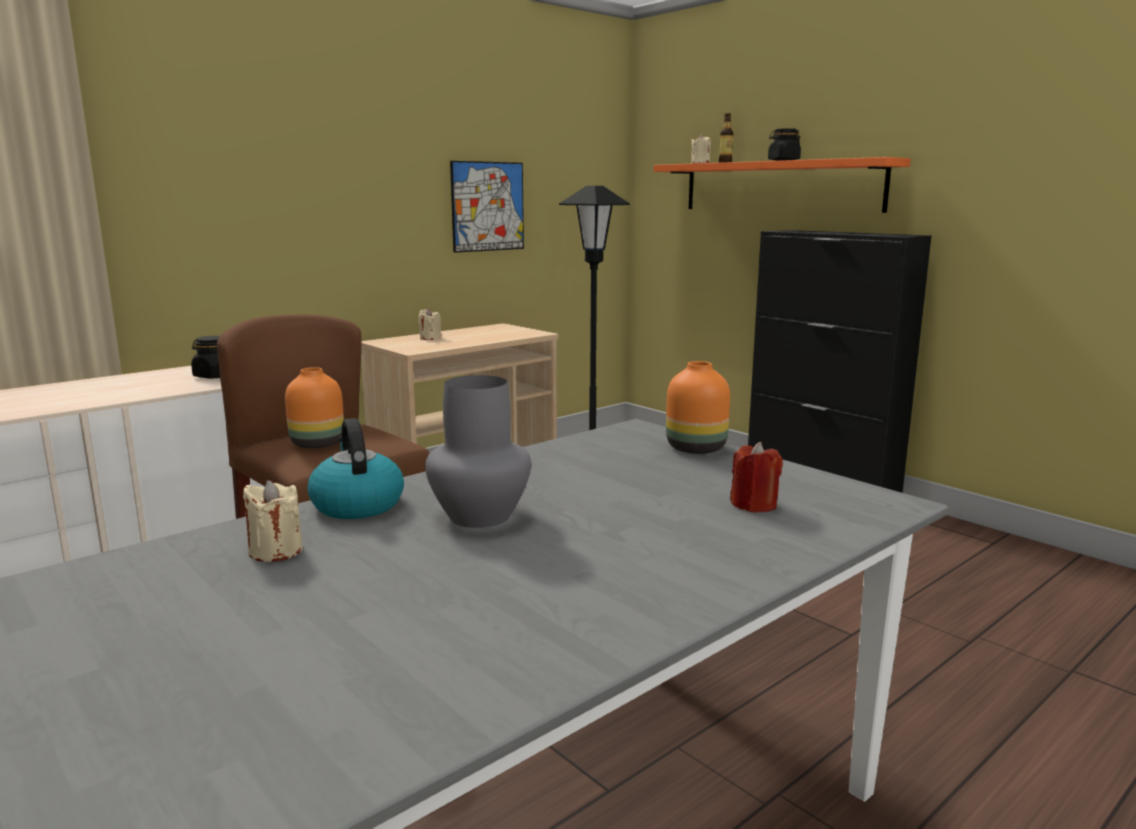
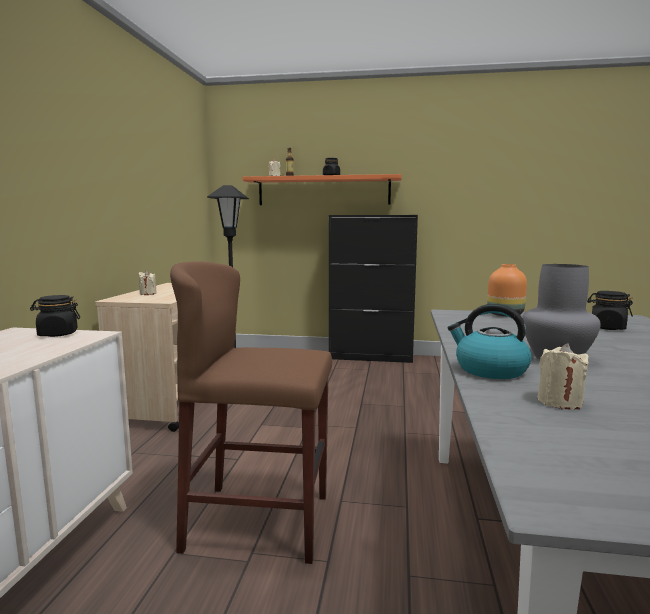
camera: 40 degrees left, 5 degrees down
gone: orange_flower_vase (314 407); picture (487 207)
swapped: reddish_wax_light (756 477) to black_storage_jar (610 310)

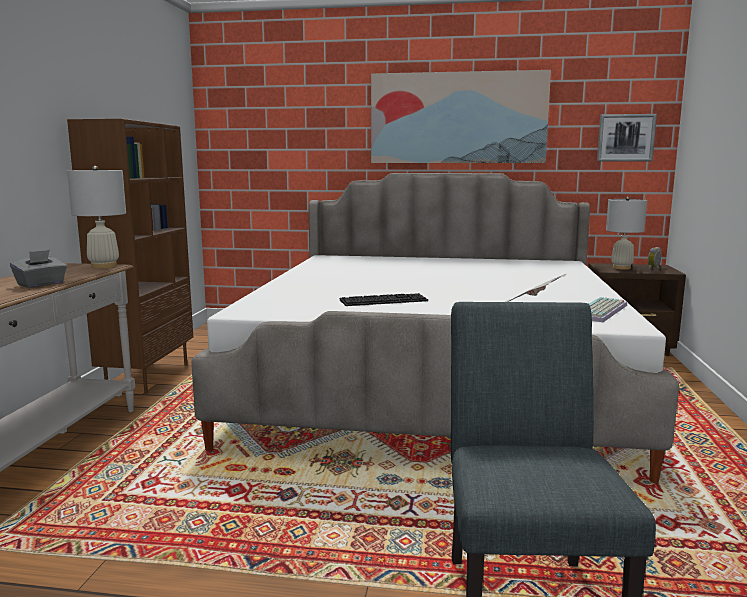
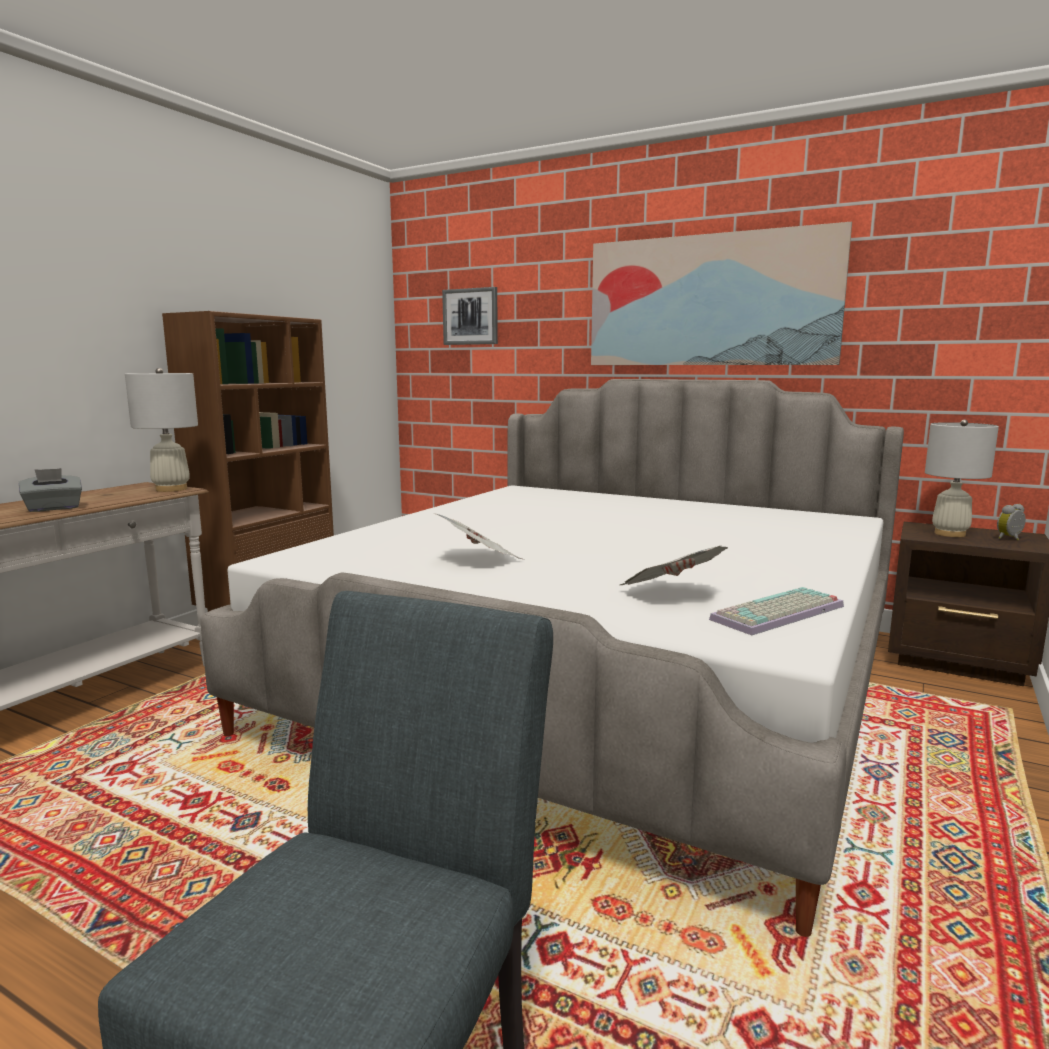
camera: 20 degrees right, 0 degrees up
shifted: picture (627 138) to (470 316)
swapped: keyboard (384 299) to newspaper (478 536)

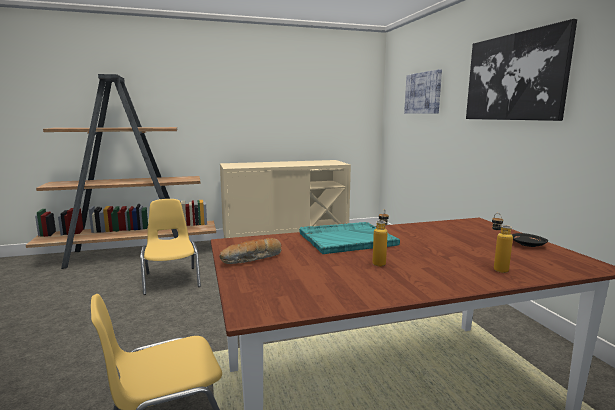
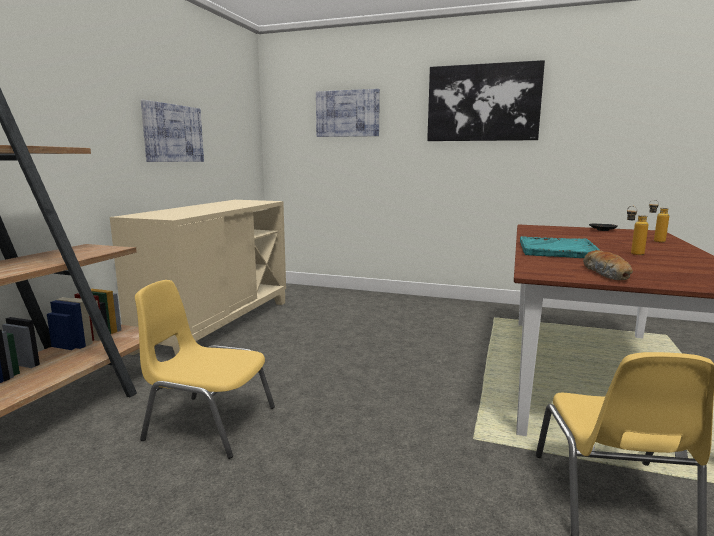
camera: 55 degrees left, 0 degrees up
new: picture (172 131)

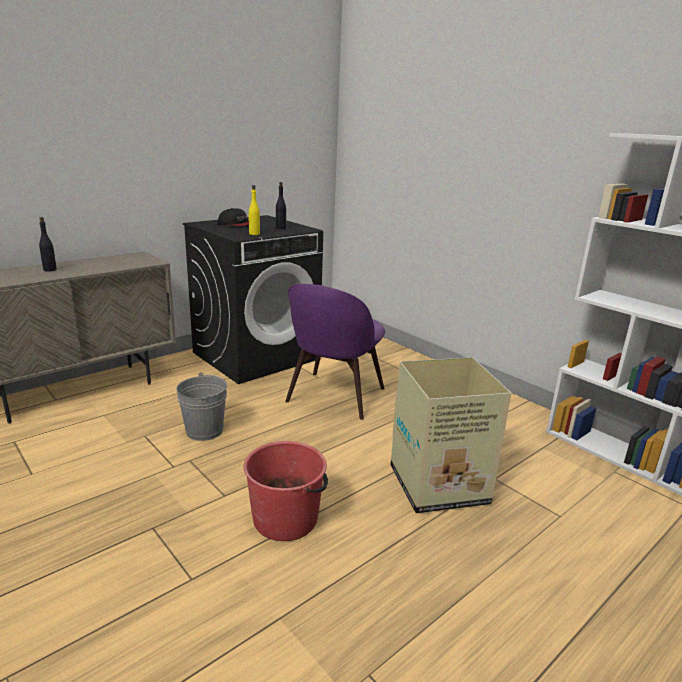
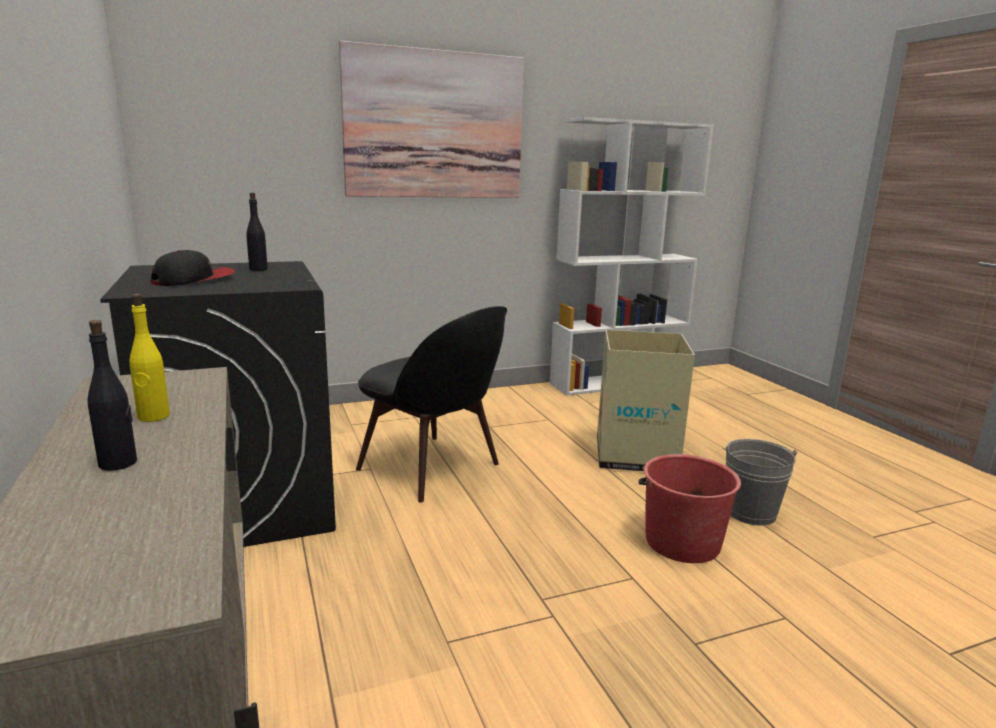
camera: 70 degrees left, 5 degrees down
new: picture (431 119)
shifted: yellow-coloured_drink_bottle (254 210) to (149 358); greyish_water_bucket (201 406) to (760 482)
repainted: purple-coloured_upright_chair (335 352) to black_upright_chair (431 404)

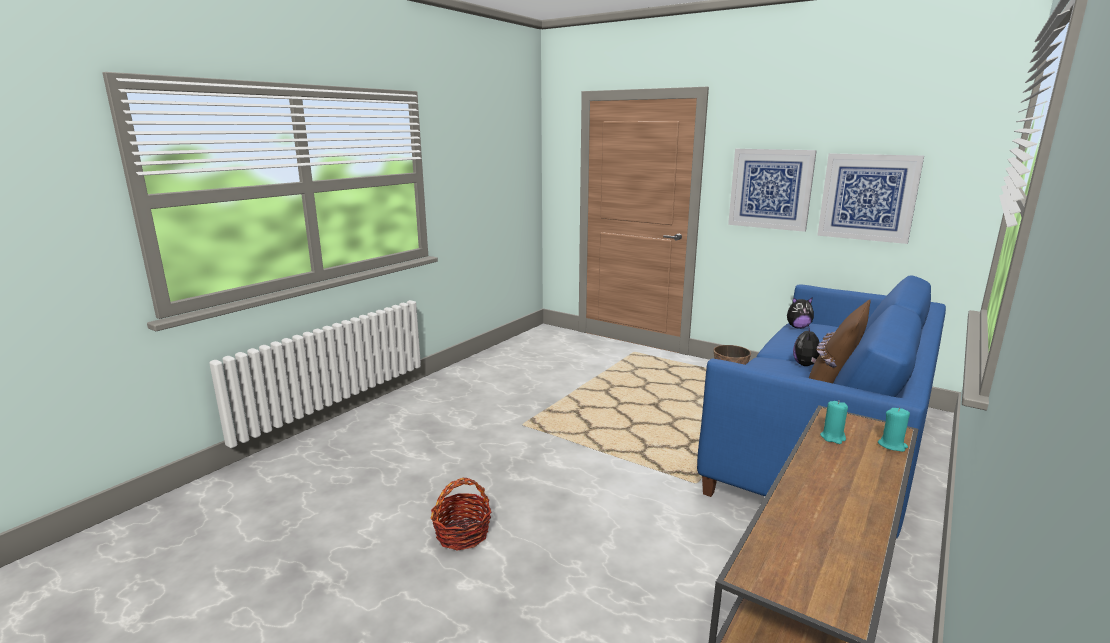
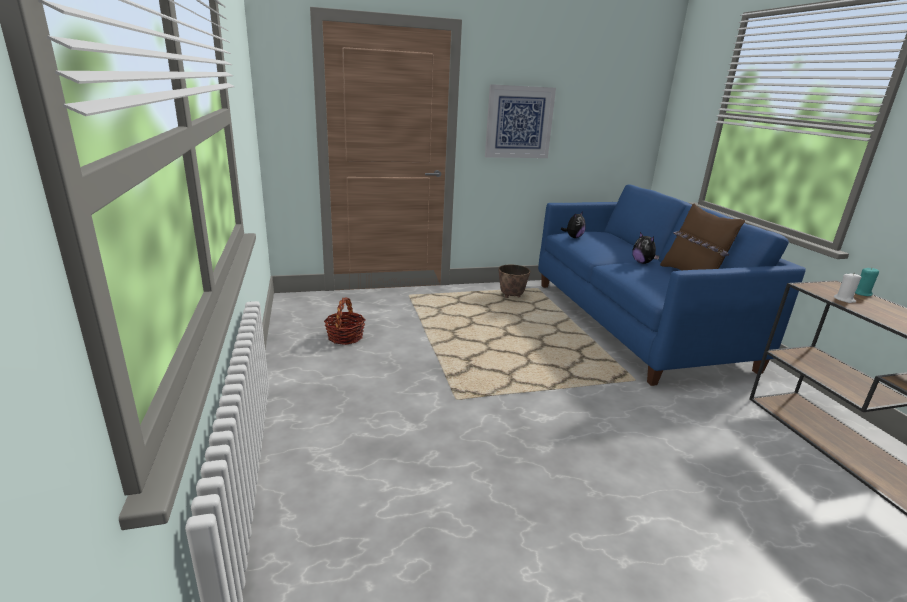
camera: 50 degrees left, 5 degrees up
gone: picture (870 198)
shifted: storage_basket (461 514) to (344 321)
repainted: turquoise-coloured_wax_light (834 422) to white_wax_light (847 288)

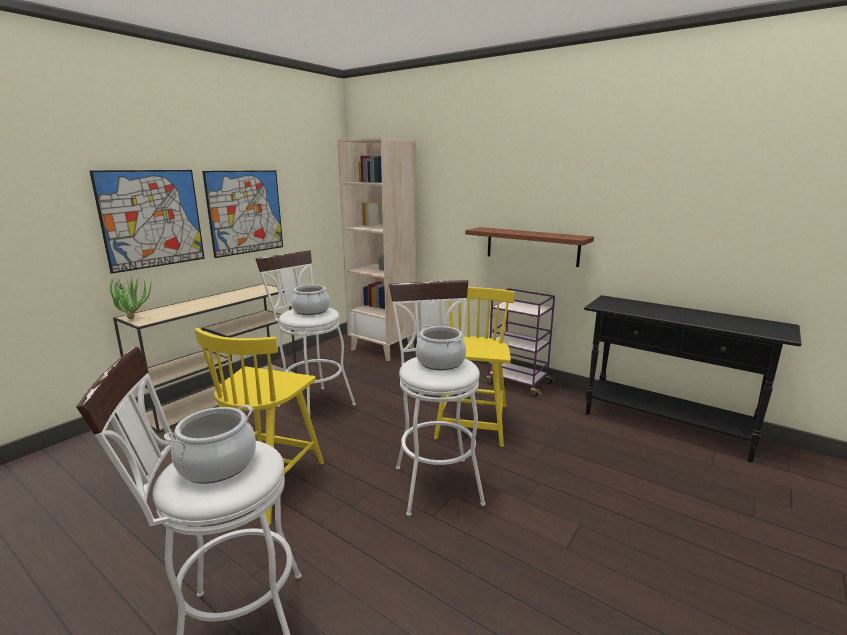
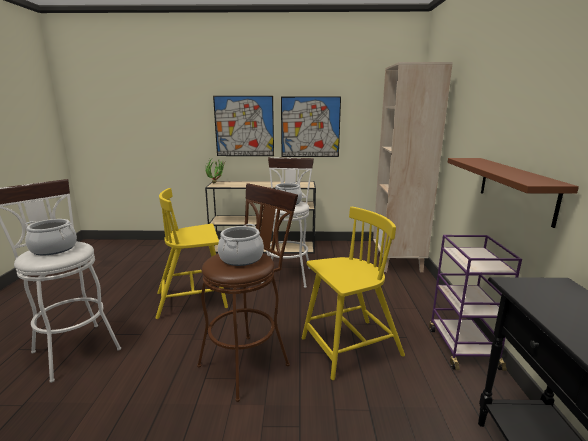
camera: 55 degrees right, 0 degrees up
repainted: white_stool_seat (437 398) to brownish_stool_seat (247 292)

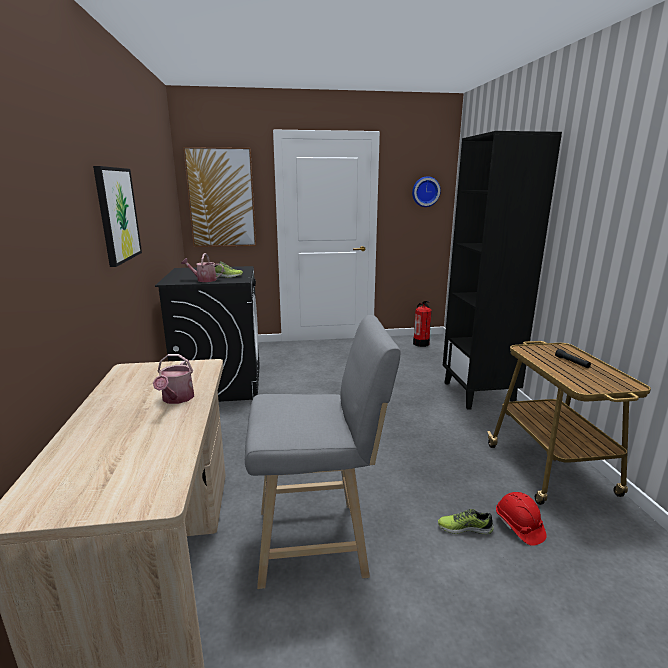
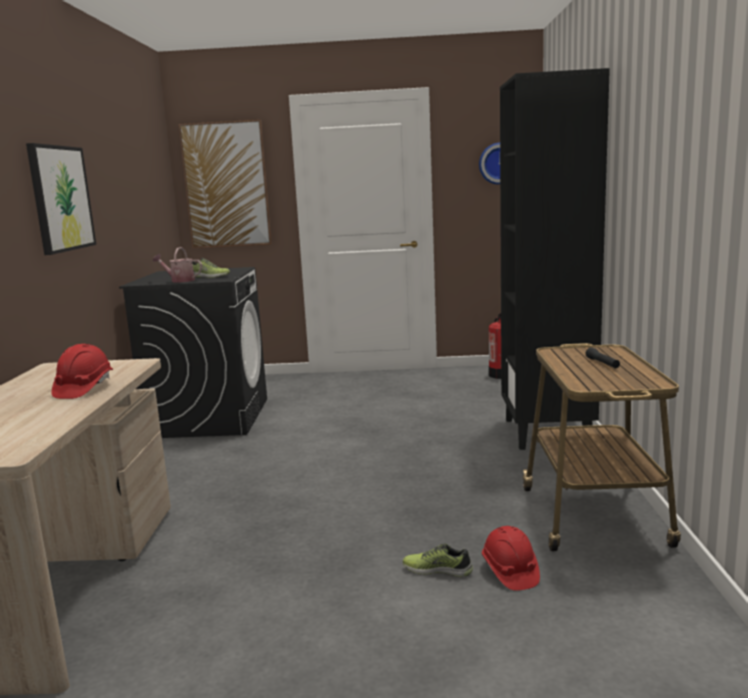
camera: 10 degrees right, 5 degrees down
gone: greyish_stool_seat (322 452)
swapped: sprinkling_can (173 379) to reddish_safety_helmet (82 371)

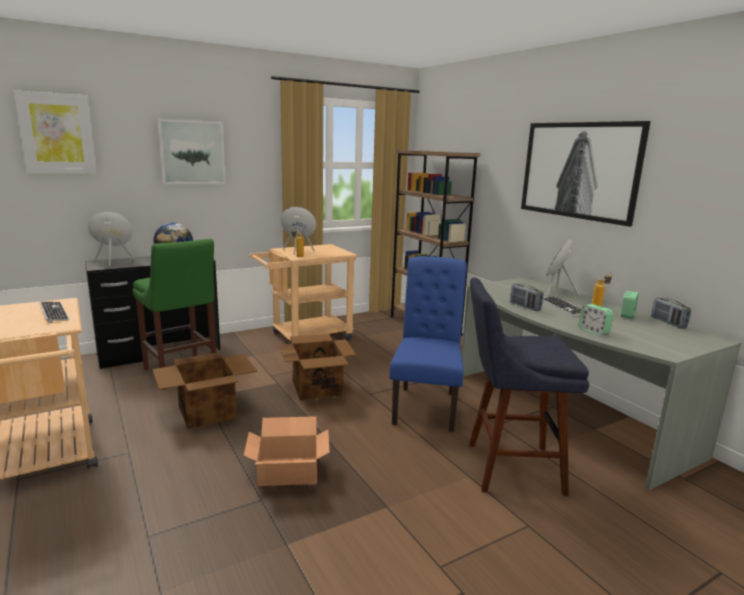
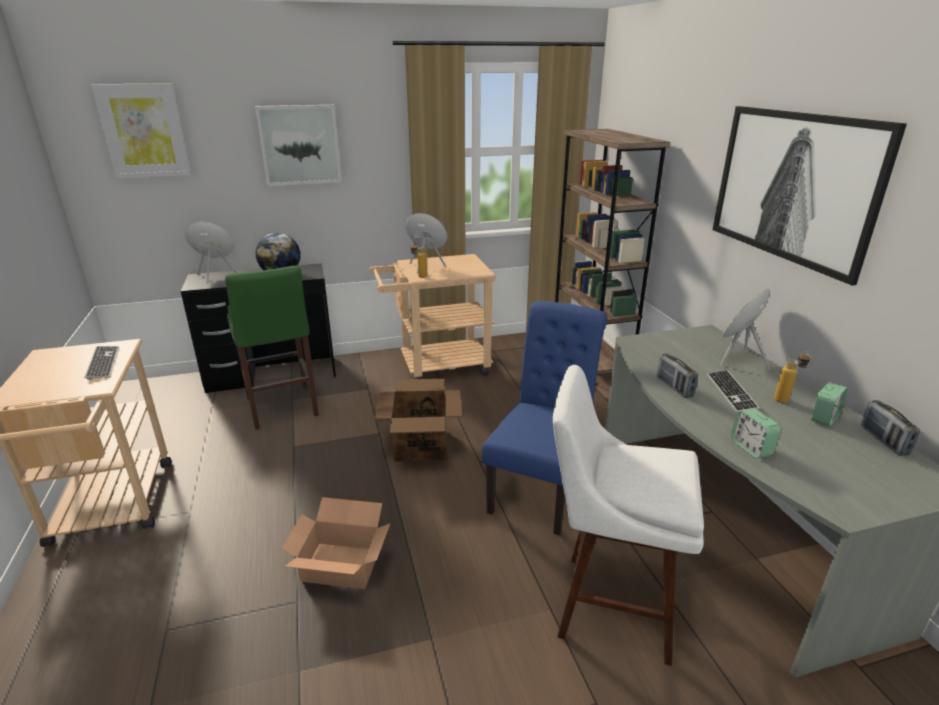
camera: 15 degrees right, 10 degrees up
gone: packing_box (204 390)
repainted: blue_stool_seat (529 387) to white_stool_seat (628 515)

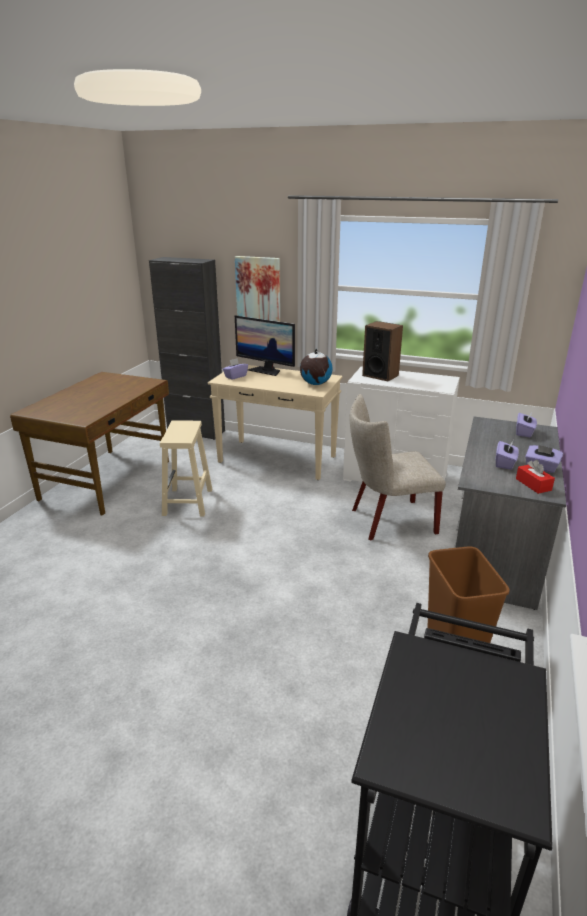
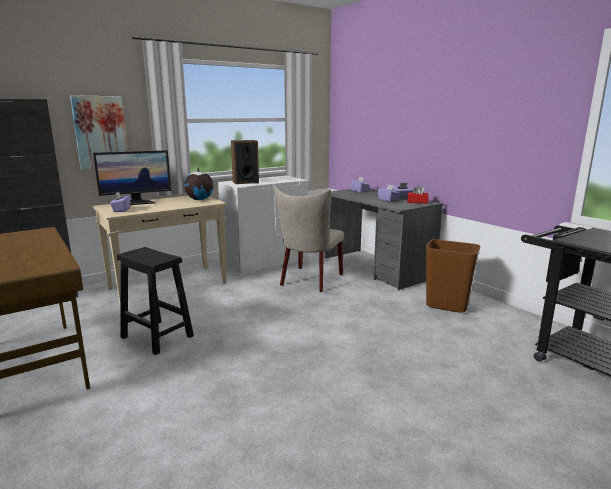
camera: 55 degrees left, 10 degrees down
repainted: beige_stool_seat (186 468) to black_stool_seat (155 301)

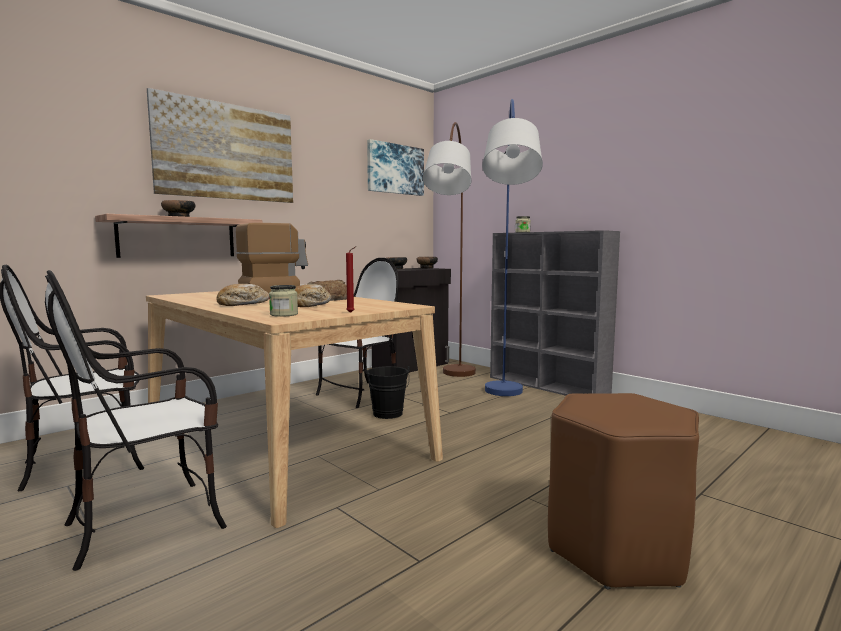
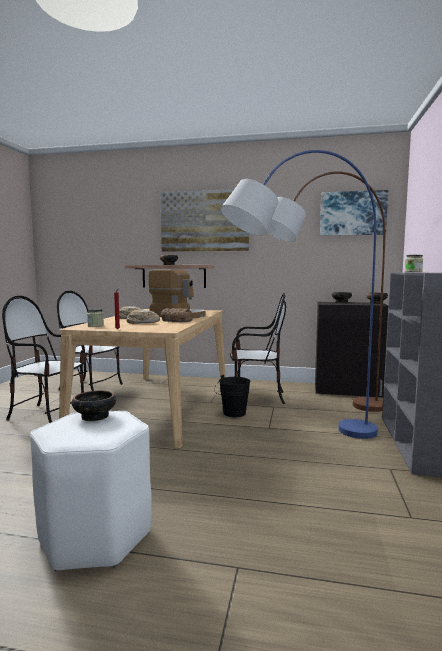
camera: 55 degrees right, 0 degrees up
new: serving_bowl (94 405)
repainted: brownish_stool_seat (623 491) to white_stool_seat (91 491)

